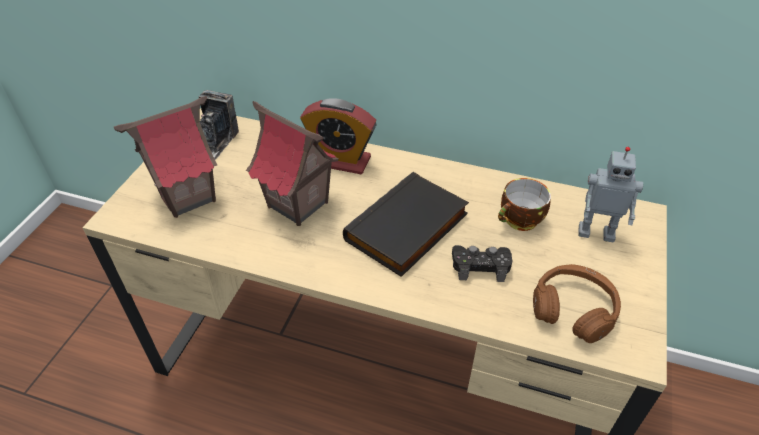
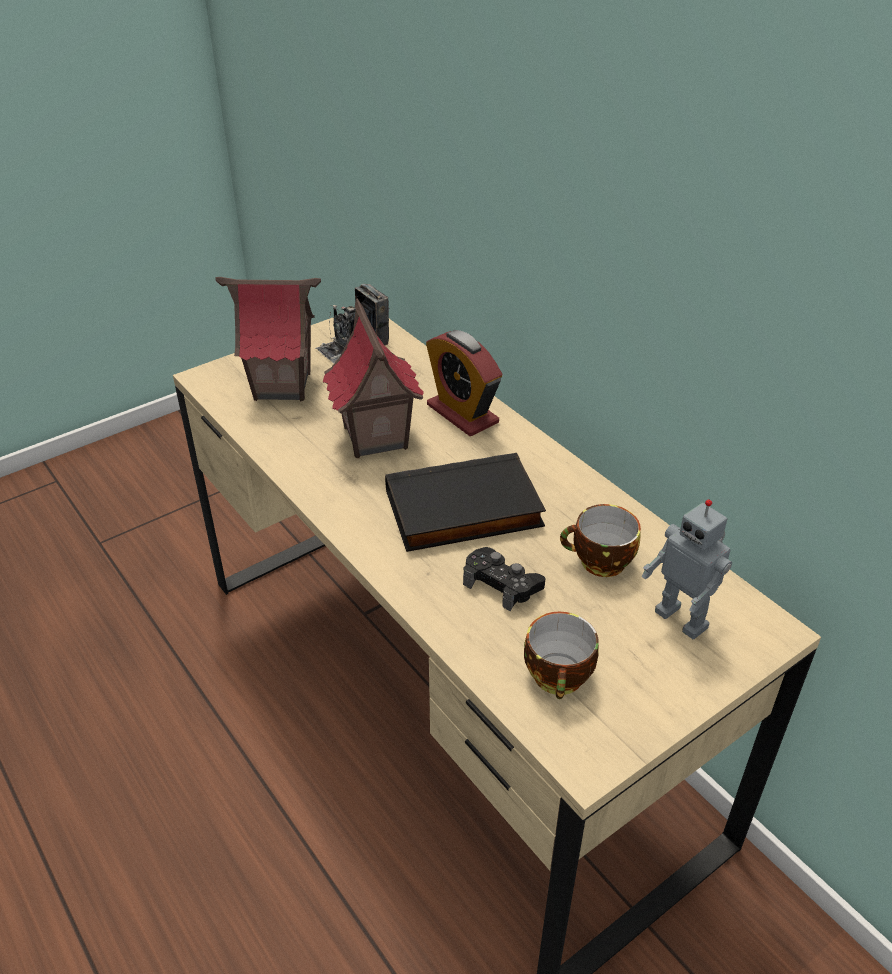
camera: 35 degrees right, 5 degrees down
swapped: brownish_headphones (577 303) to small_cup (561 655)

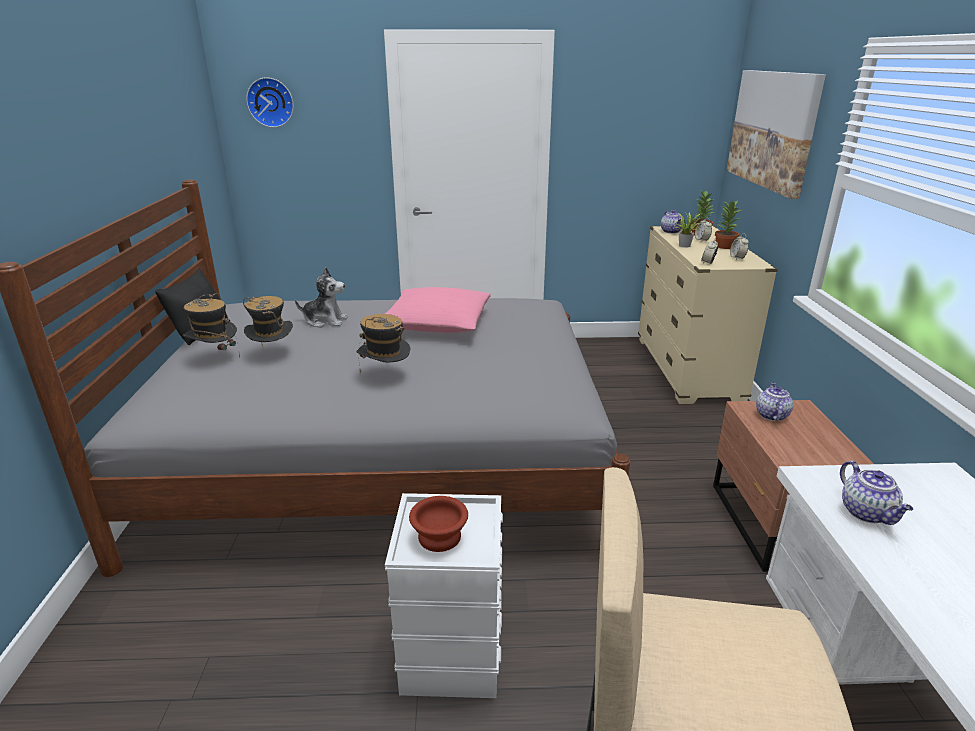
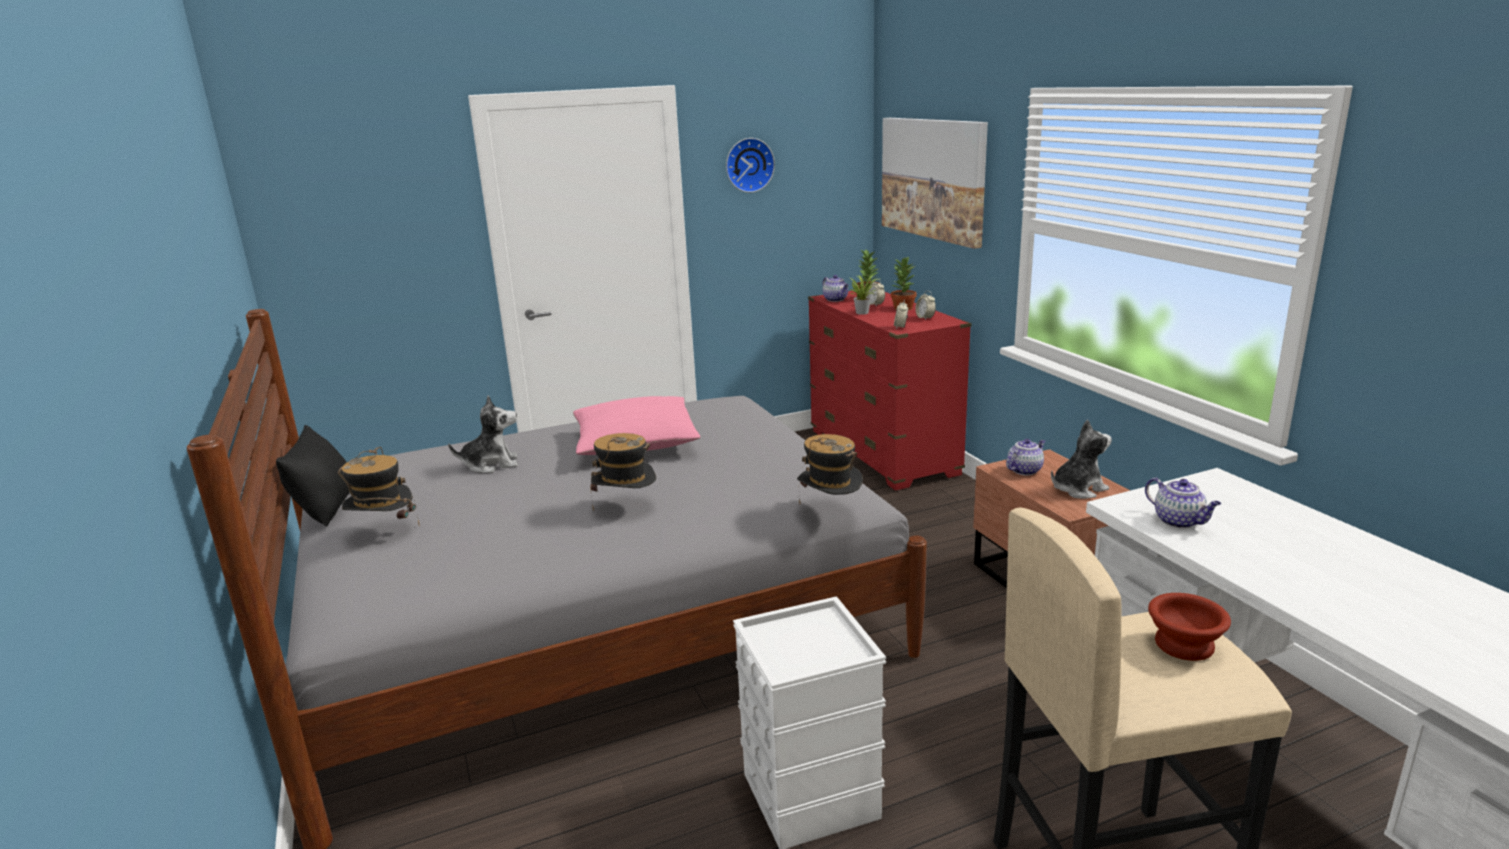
camera: 20 degrees left, 5 degrees down
new: plush_toy (1081 459)
shifted: wall_clock (270 102) to (750 165); hat (268 321) to (830 468); brownish_serving_bowl (438 524) to (1189 627)
repainted: beige_dresser (708 315) to reddish_dresser (890 391)
rotated: pot_for_tea (774 401) = (1025 457) 60 degrees clockwise

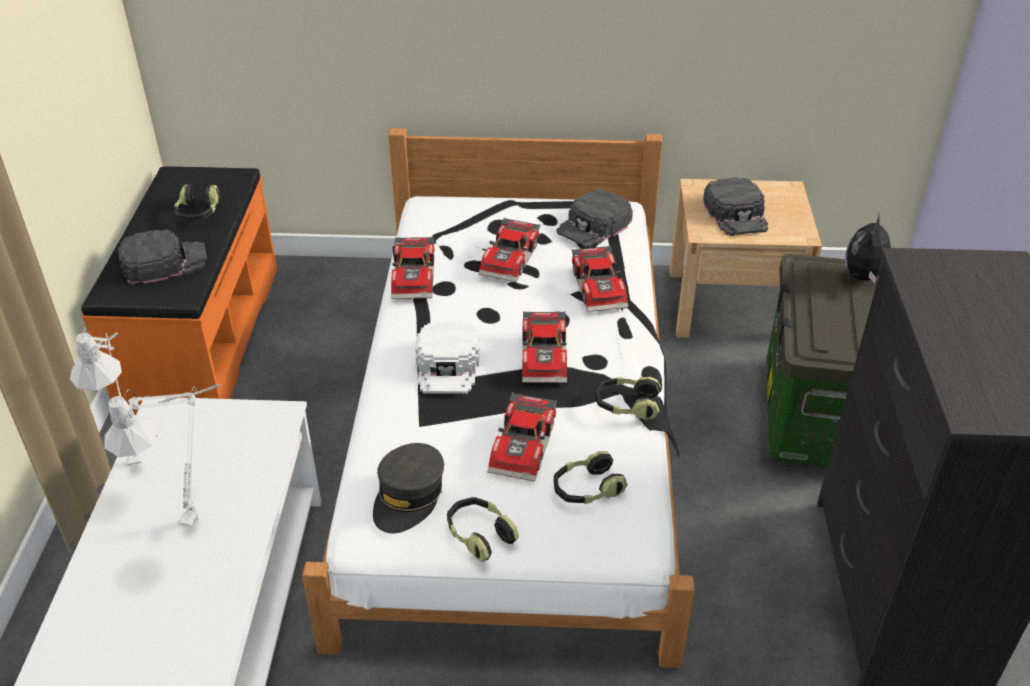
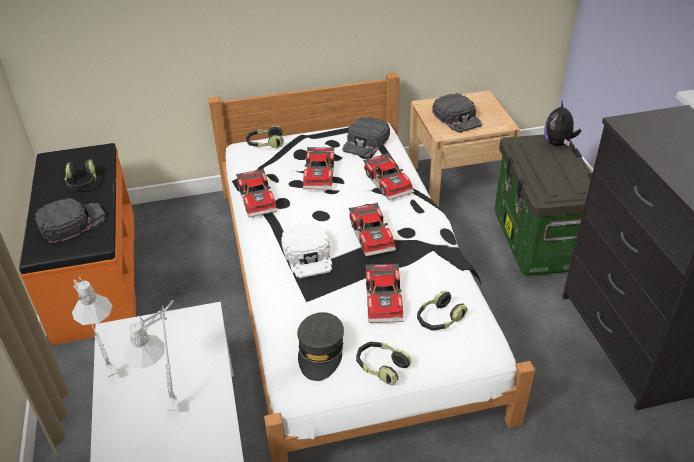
camera: 15 degrees left, 0 degrees up
shifted: headphones (628 398) to (265 136)

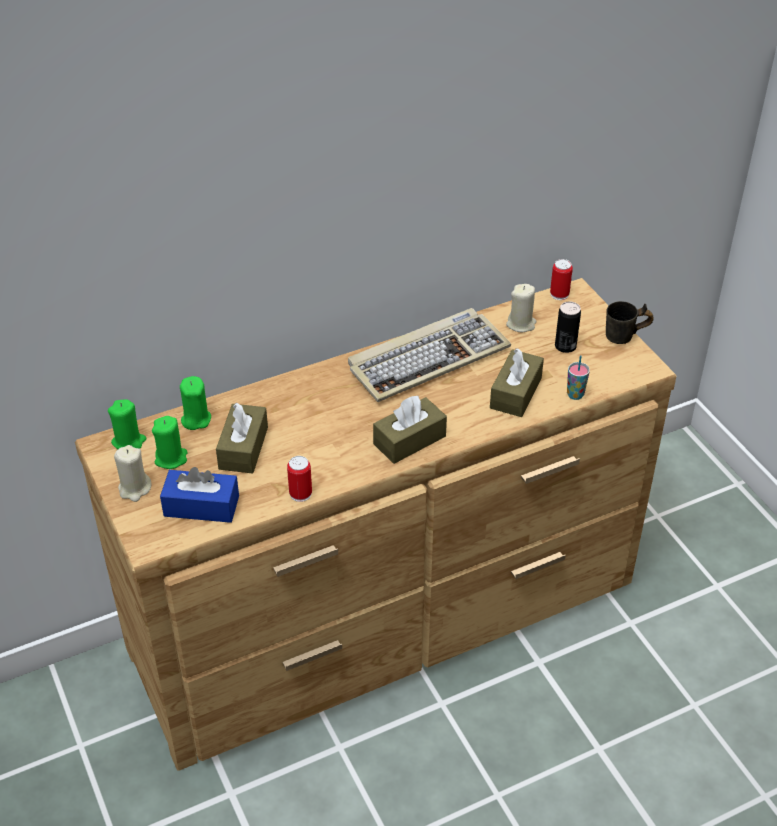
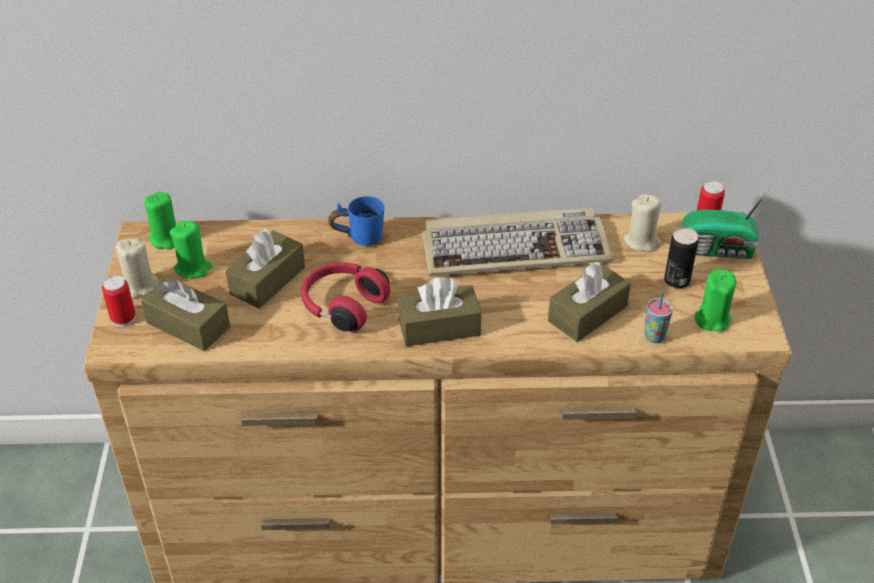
camera: 25 degrees right, 0 degrees up
gone: greyish_mug (630 322)
new: reddish_headphones (345 296); blue_mug (356 221); radio_receiver (725 223)
shifted: sealed_can (299 479) to (119 301); green_wax_light (195 403) to (715 301)
repainted: blue_box_of_tissues (199 495) to brownish_box_of_tissues (185 313)

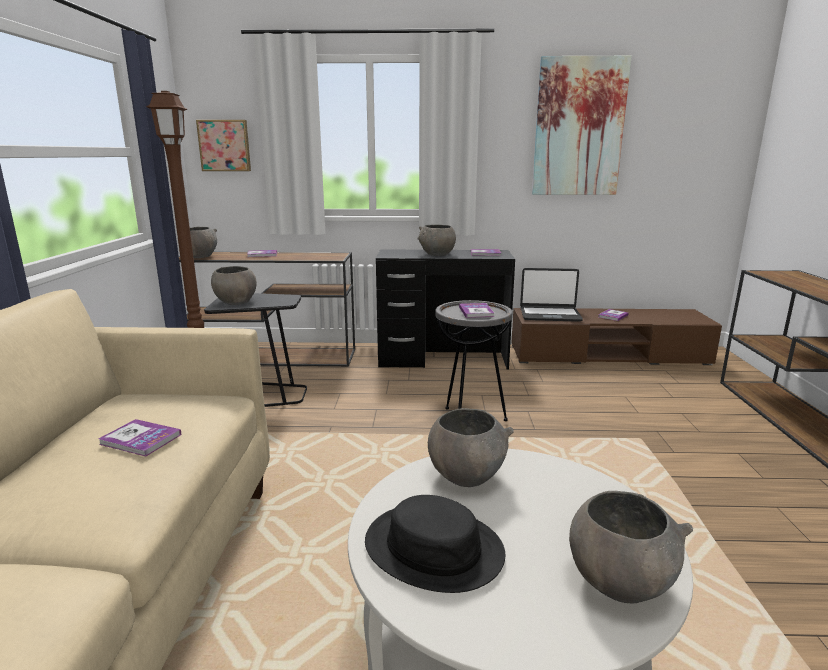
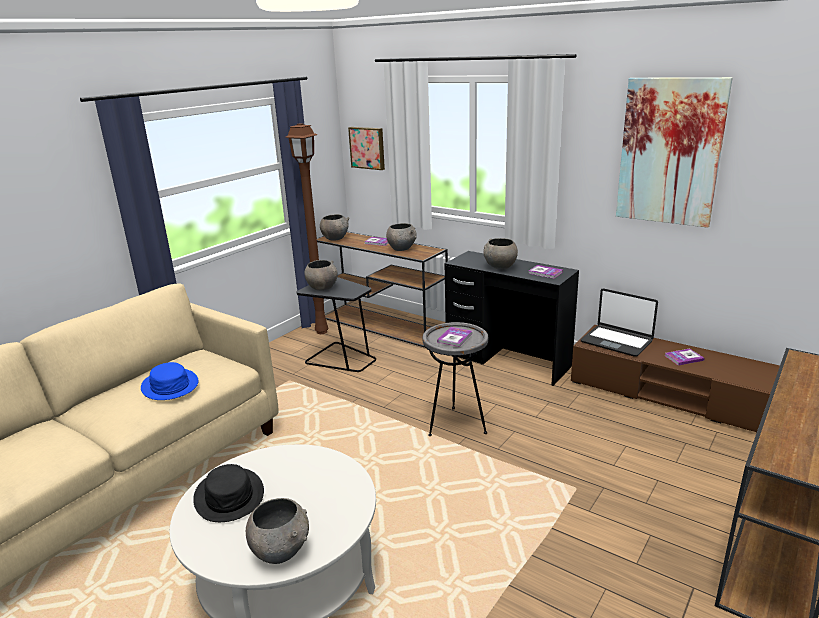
camera: 35 degrees right, 5 degrees up
shifted: greyish_serving_bowl (471 447) to (401 237)
swapped: volume (140 438) to blue_hat (169 381)

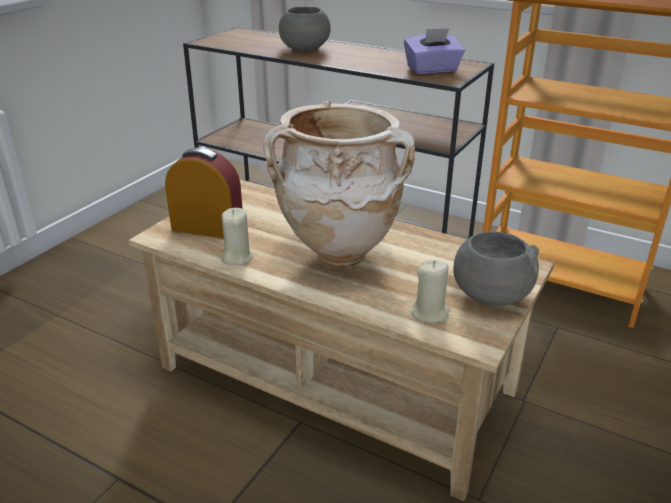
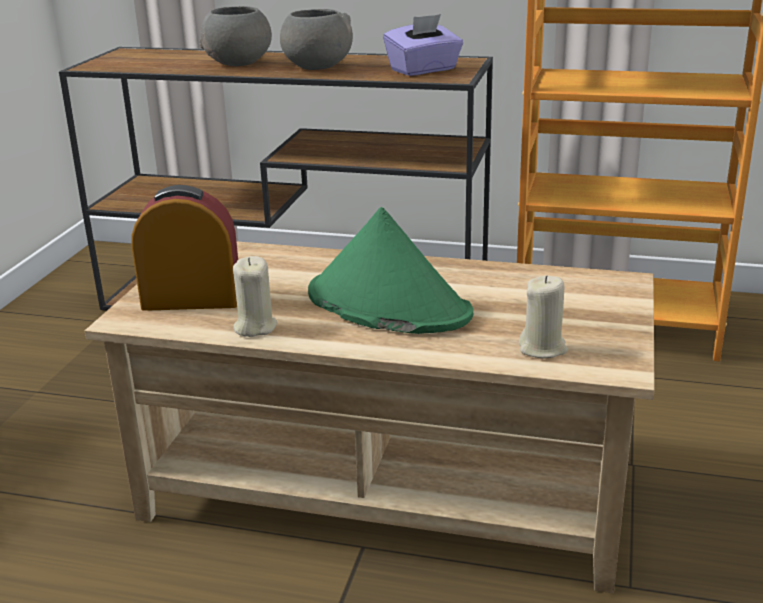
camera: 15 degrees left, 5 degrees down
shifted: greyish_serving_bowl (496 268) to (316 39)
swapped: beige_flower_vase (339 184) to green_hat (390 270)

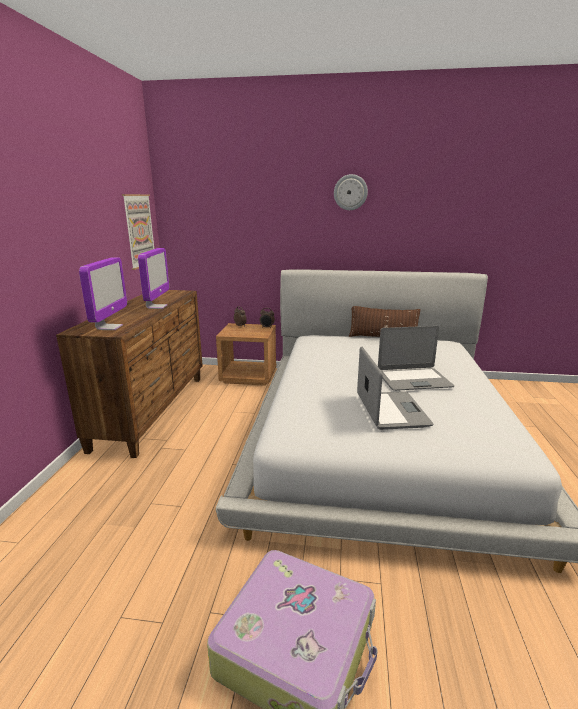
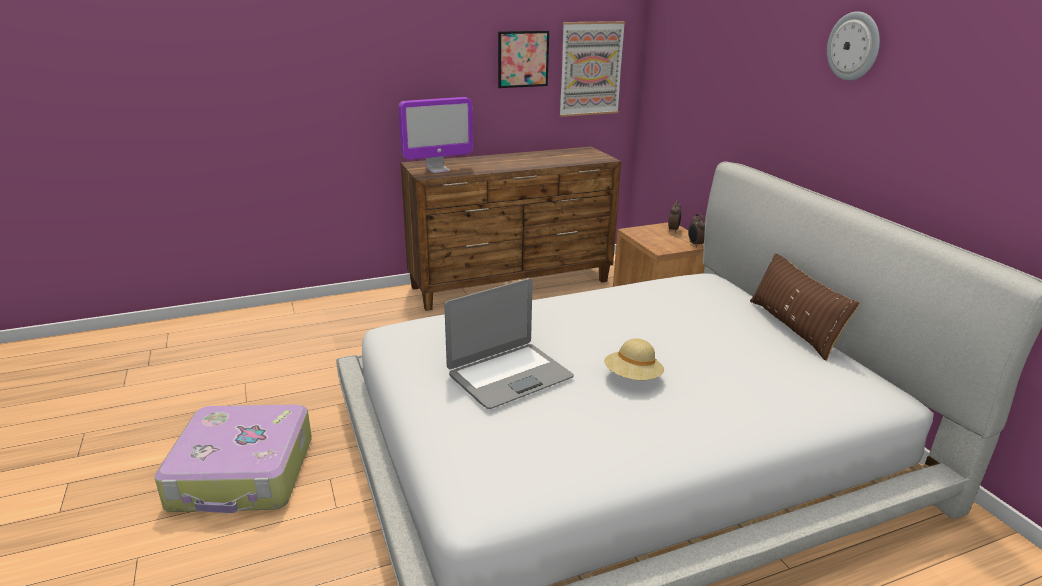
camera: 60 degrees right, 5 degrees up
gone: computer_display (153 278)
new: picture (523 59)
swapped: portable_computer (416 358) to beige_hat (634 359)

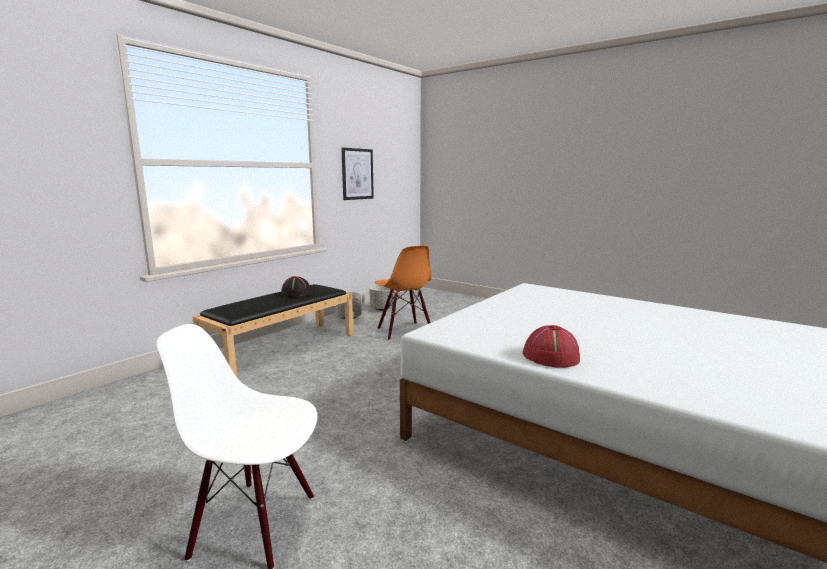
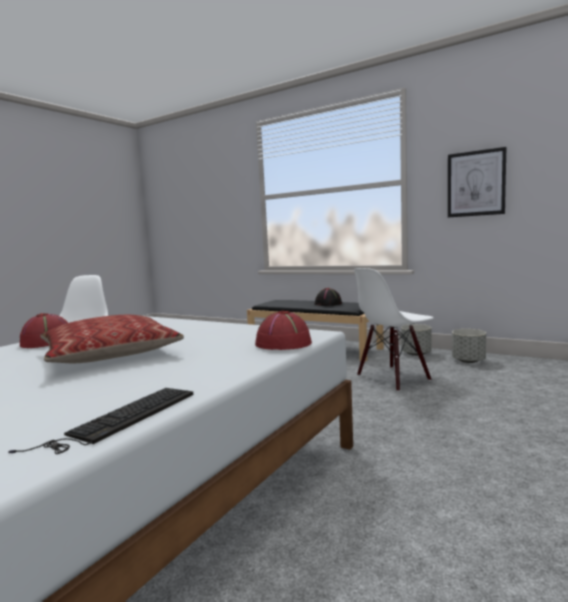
camera: 85 degrees right, 5 degrees down
new: keyboard (100 421); pillow (112 339); reddish_hat (283 330)
repainted: orange_upright_chair (403 293) to white_upright_chair (394 330)

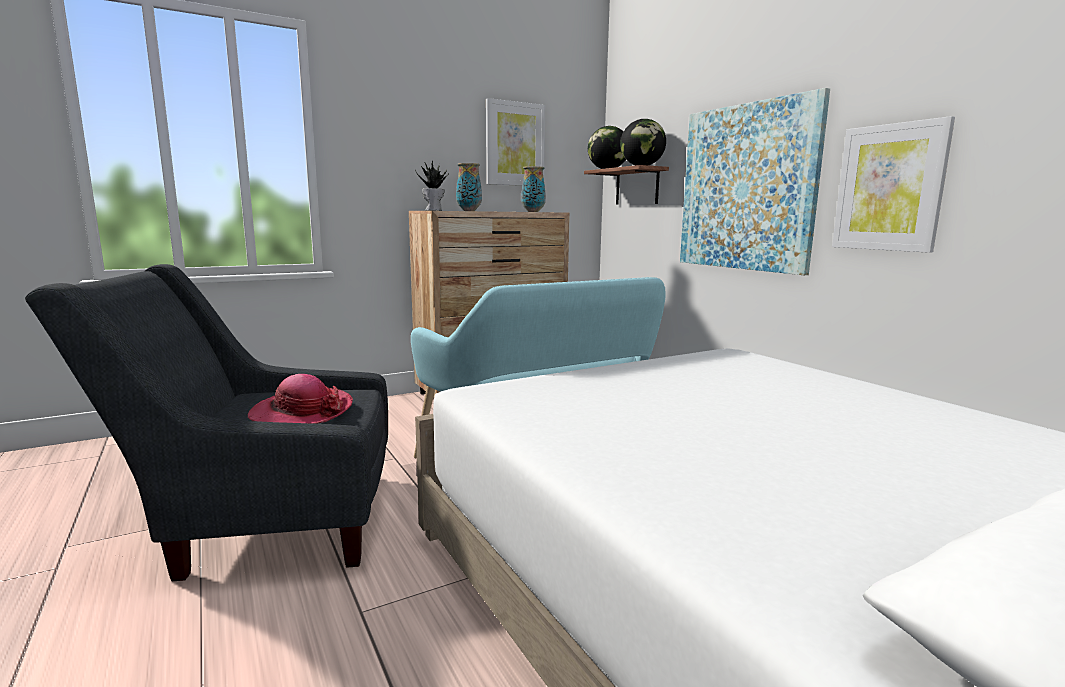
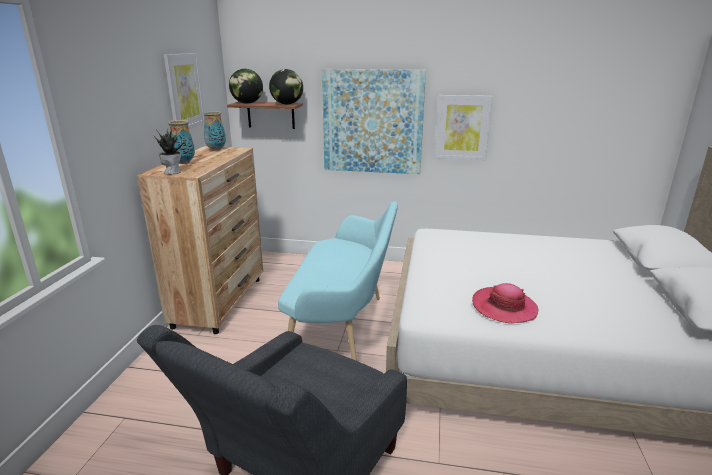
camera: 50 degrees left, 10 degrees up
shifted: hat (300 399) to (505 303)

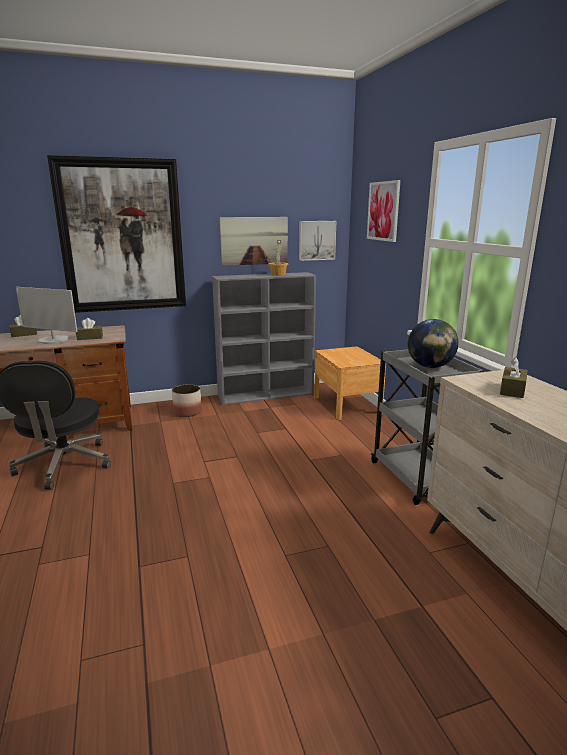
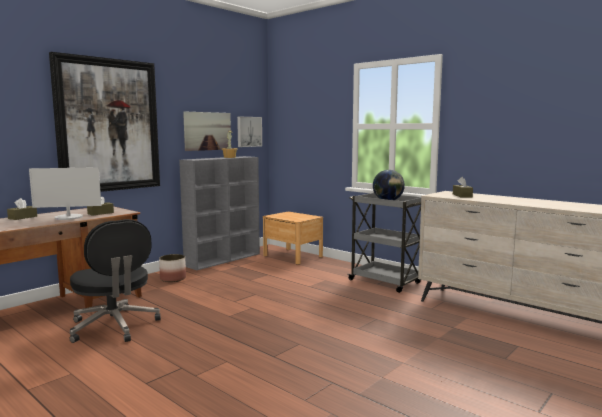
camera: 30 degrees left, 10 degrees down
gone: picture (384 211)

